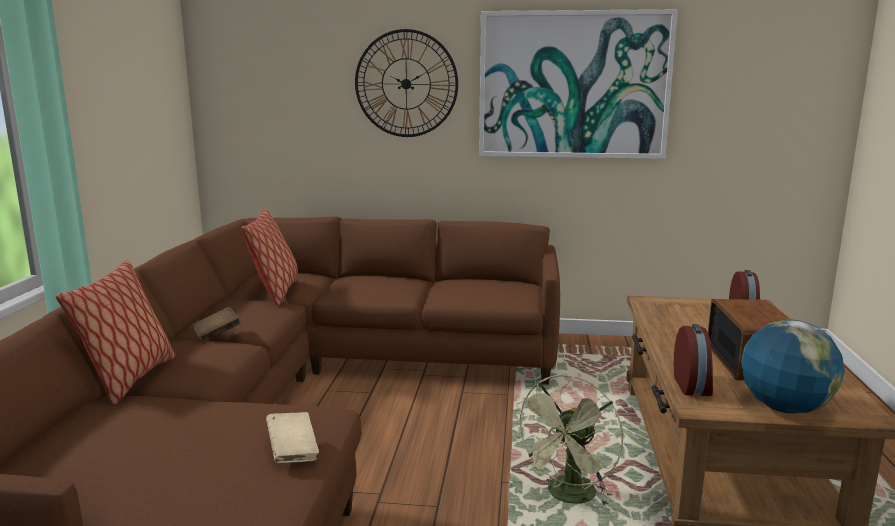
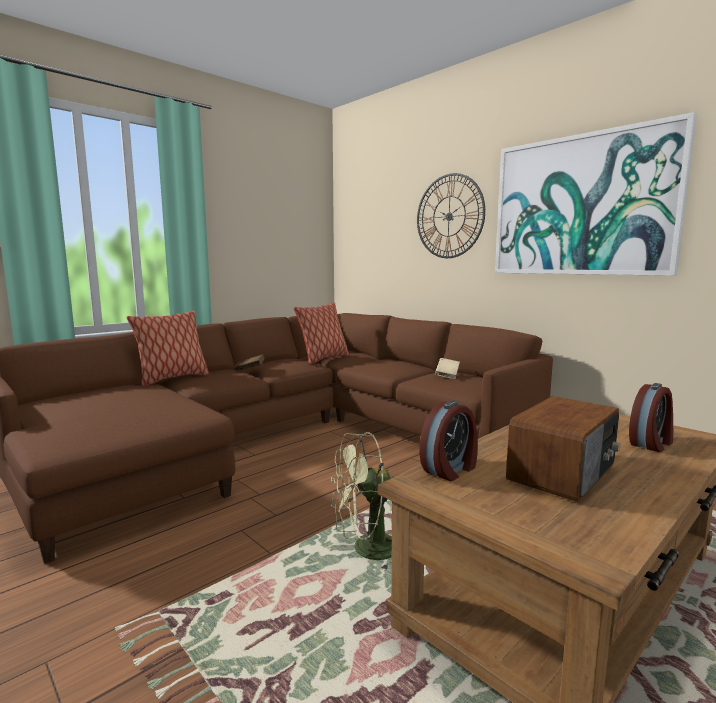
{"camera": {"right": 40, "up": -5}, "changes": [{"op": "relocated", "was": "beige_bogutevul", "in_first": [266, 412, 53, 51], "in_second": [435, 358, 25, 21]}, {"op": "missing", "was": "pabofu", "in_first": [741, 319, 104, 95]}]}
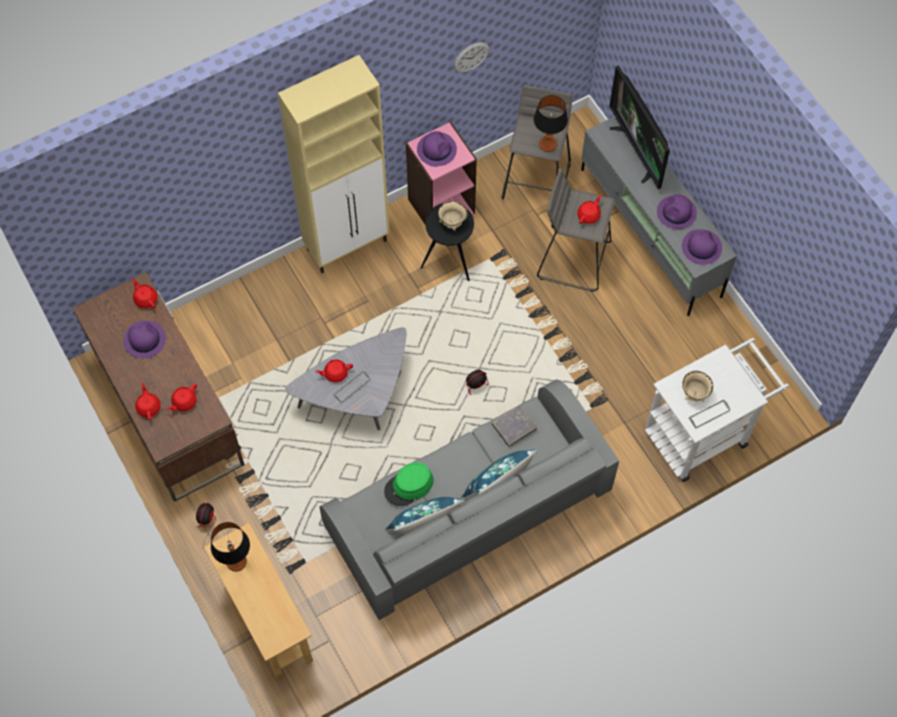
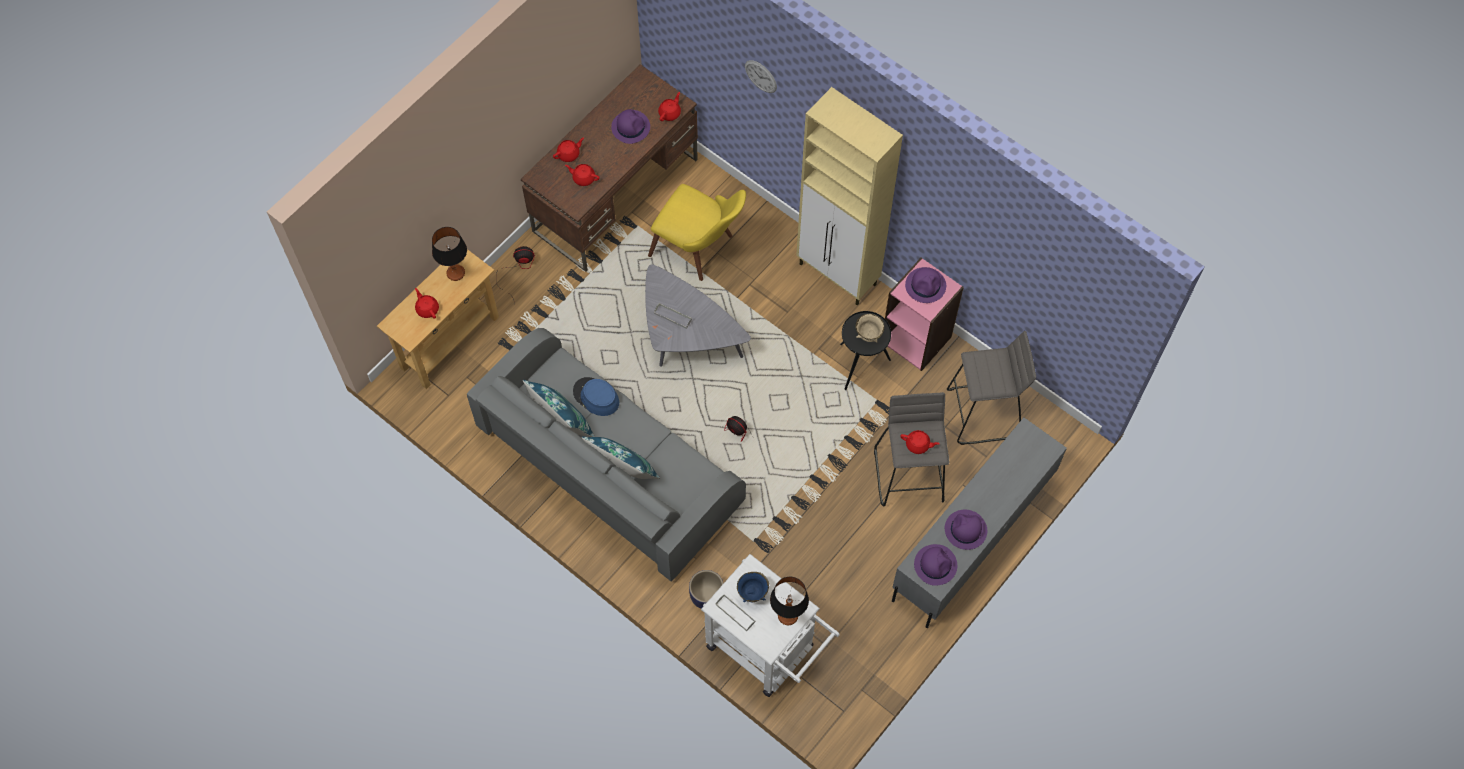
{"camera": {"right": 70, "up": 0}, "changes": [{"op": "relocated", "was": "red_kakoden", "in_first": [315, 359, 38, 24], "in_second": [415, 288, 24, 31]}, {"op": "colour", "was": "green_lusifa", "now": "blue_lusifa", "in_first": [384, 462, 50, 44], "in_second": [573, 377, 46, 39]}, {"op": "appeared", "now": "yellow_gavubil", "in_second": [648, 184, 98, 97]}, {"op": "appeared", "now": "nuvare", "in_second": [689, 570, 34, 39]}, {"op": "colour", "was": "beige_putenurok", "now": "blue_putenurok", "in_first": [682, 371, 31, 31], "in_second": [737, 572, 32, 30]}, {"op": "relocated", "was": "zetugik", "in_first": [454, 42, 35, 31], "in_second": [745, 60, 32, 33]}, {"op": "relocated", "was": "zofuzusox", "in_first": [533, 95, 35, 57], "in_second": [770, 577, 39, 48]}, {"op": "missing", "was": "grey_bogutevul", "in_first": [492, 405, 45, 42]}, {"op": "missing", "was": "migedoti", "in_first": [609, 66, 61, 123]}]}
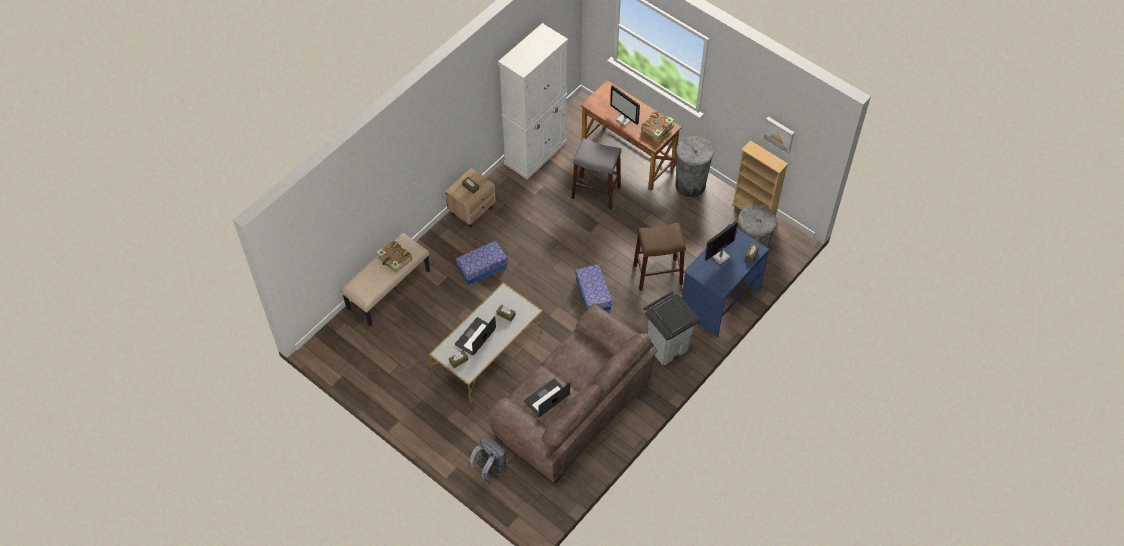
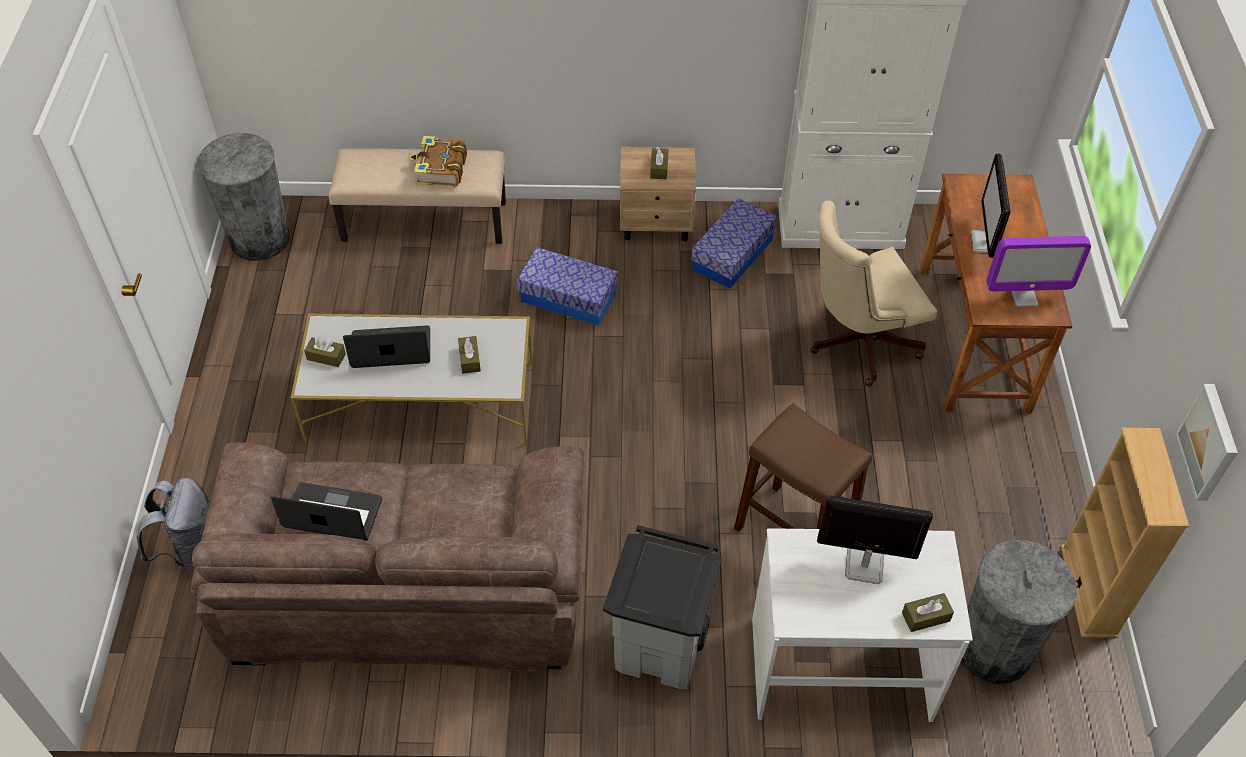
{"camera": {"right": 50, "up": -5}, "changes": [{"op": "relocated", "was": "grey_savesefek", "in_first": [675, 136, 39, 62], "in_second": [198, 133, 92, 128]}, {"op": "relocated", "was": "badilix", "in_first": [575, 264, 37, 47], "in_second": [691, 198, 86, 91]}, {"op": "colour", "was": "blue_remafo", "now": "white_remafo", "in_first": [682, 223, 87, 114], "in_second": [752, 528, 221, 194]}, {"op": "exchanged", "was": "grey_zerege", "now": "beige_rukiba", "in_first": [571, 138, 50, 71], "in_second": [810, 200, 127, 186]}, {"op": "exchanged", "was": "bogutevul", "now": "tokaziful", "in_first": [641, 111, 33, 31], "in_second": [986, 236, 105, 71]}]}
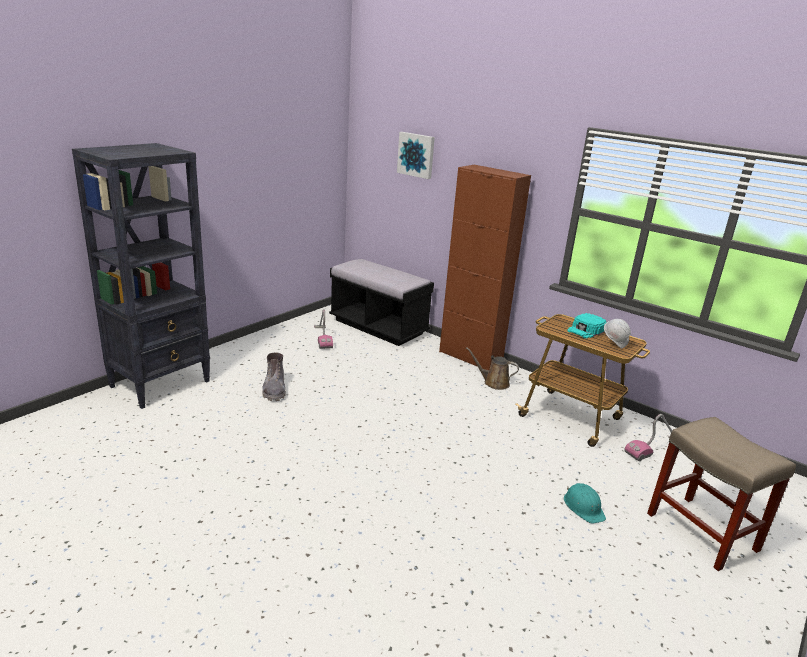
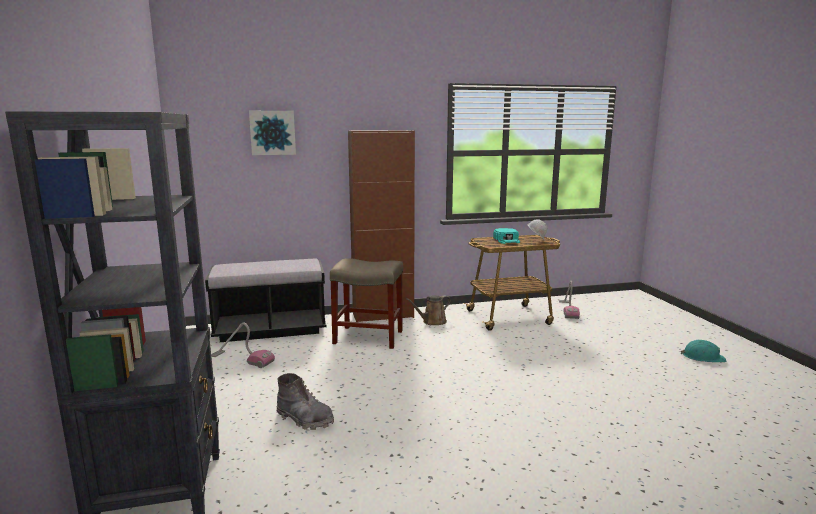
{"camera": {"right": -50, "up": -10}, "changes": [{"op": "relocated", "was": "beige_zerege", "in_first": [647, 417, 149, 154], "in_second": [330, 258, 73, 91]}, {"op": "relocated", "was": "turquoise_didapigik", "in_first": [564, 483, 42, 41], "in_second": [681, 340, 45, 22]}]}
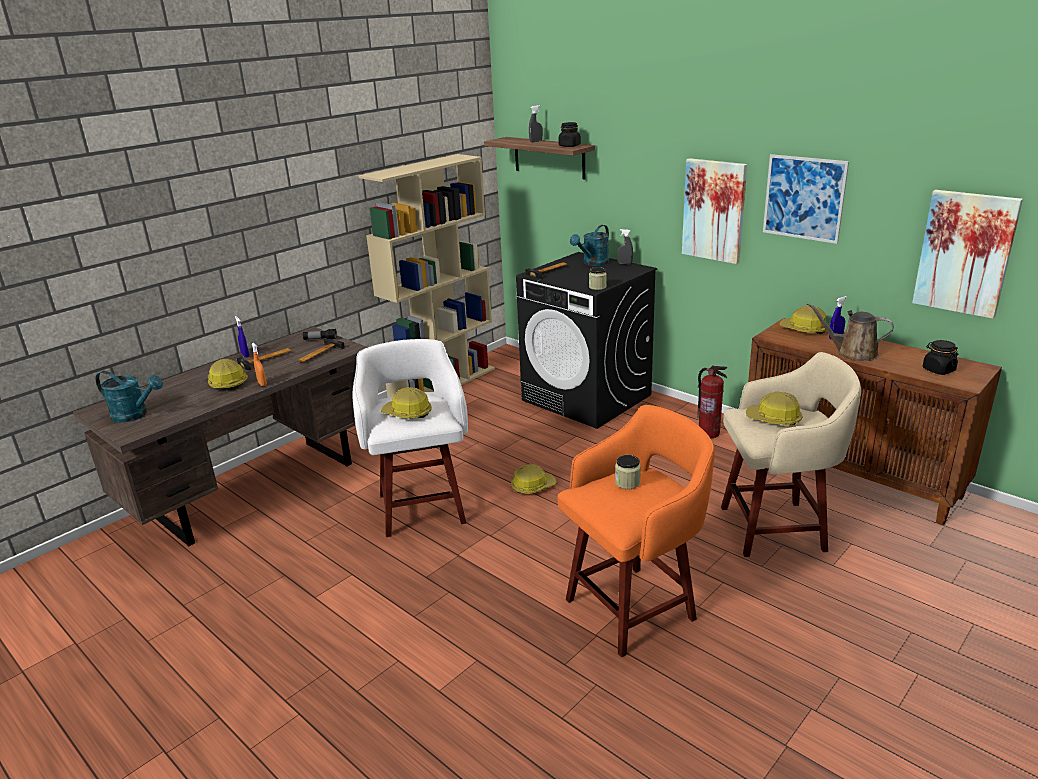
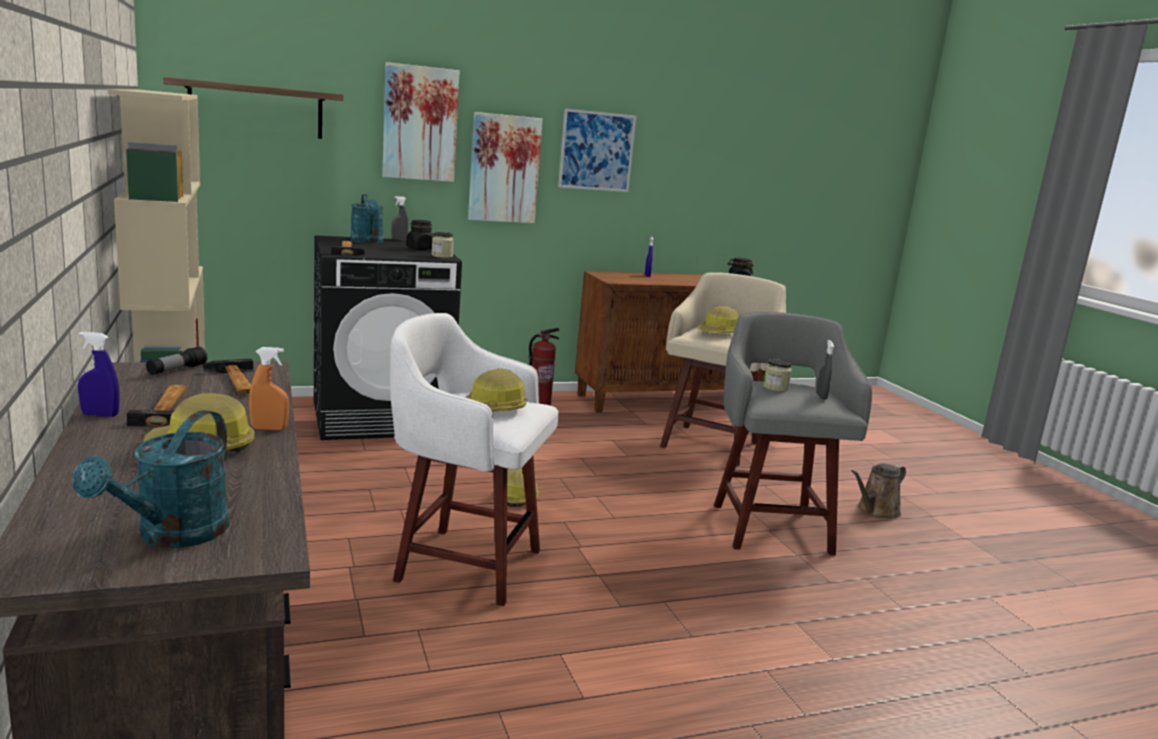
{"camera": {"right": -65, "up": -10}, "changes": [{"op": "spun", "was": "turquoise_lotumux", "in_first": [95, 371, 68, 52], "in_second": [72, 410, 157, 138], "clockwise": 150}, {"op": "relocated", "was": "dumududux", "in_first": [912, 190, 111, 129], "in_second": [382, 62, 78, 120]}, {"op": "relocated", "was": "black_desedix", "in_first": [559, 122, 22, 25], "in_second": [406, 220, 28, 30]}, {"op": "colour", "was": "orange_zerege", "now": "grey_zerege", "in_first": [557, 405, 158, 252], "in_second": [714, 312, 158, 243]}, {"op": "relocated", "was": "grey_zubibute", "in_first": [529, 105, 14, 37], "in_second": [816, 340, 18, 60]}, {"op": "relocated", "was": "brown_lotumux", "in_first": [807, 302, 87, 59], "in_second": [851, 463, 55, 55]}, {"op": "missing", "was": "didapigik", "in_first": [779, 306, 47, 28]}]}
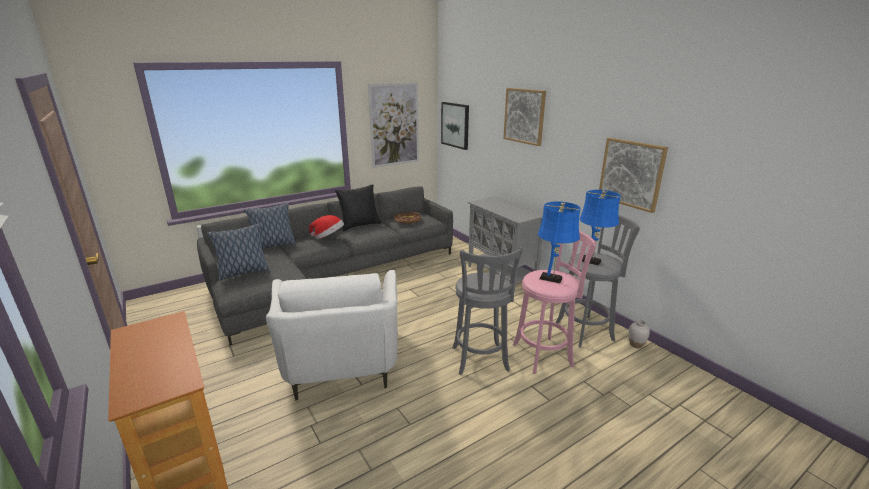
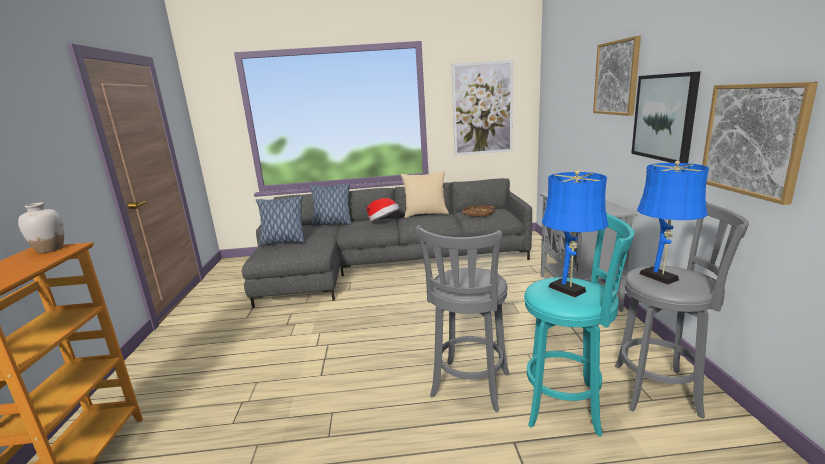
{"camera": {"right": 30, "up": -5}, "changes": [{"op": "relocated", "was": "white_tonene", "in_first": [628, 320, 22, 28], "in_second": [18, 203, 46, 50]}, {"op": "colour", "was": "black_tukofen", "now": "beige_tukofen", "in_first": [335, 184, 46, 47], "in_second": [401, 171, 48, 47]}, {"op": "colour", "was": "pink_zerege", "now": "turquoise_zerege", "in_first": [513, 231, 83, 143], "in_second": [524, 213, 111, 224]}, {"op": "relocated", "was": "dumududux", "in_first": [441, 102, 28, 48], "in_second": [631, 71, 70, 92]}, {"op": "missing", "was": "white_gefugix", "in_first": [266, 270, 132, 130]}]}
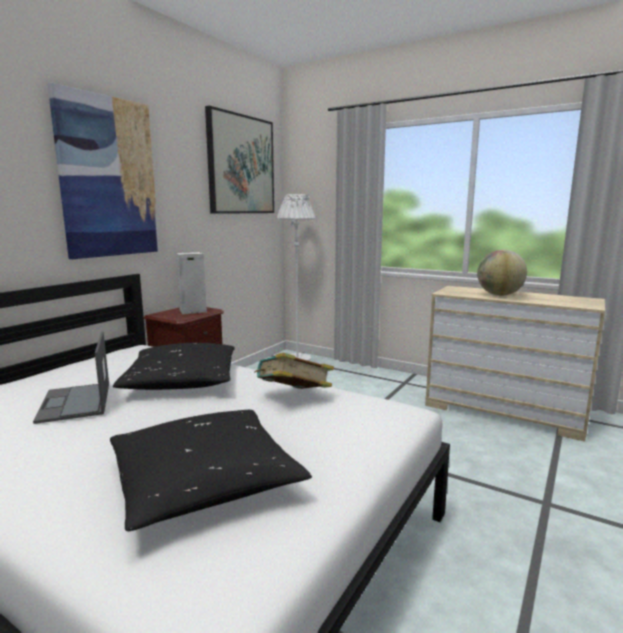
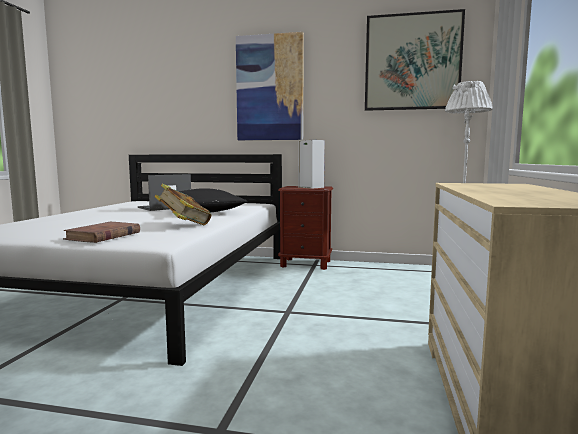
{"camera": {"right": 70, "up": -5}, "changes": [{"op": "appeared", "now": "brown_bogutevul", "in_second": [63, 222, 77, 21]}, {"op": "missing", "was": "black_tukofen", "in_first": [110, 410, 202, 121]}, {"op": "missing", "was": "pabofu", "in_first": [477, 250, 50, 46]}]}
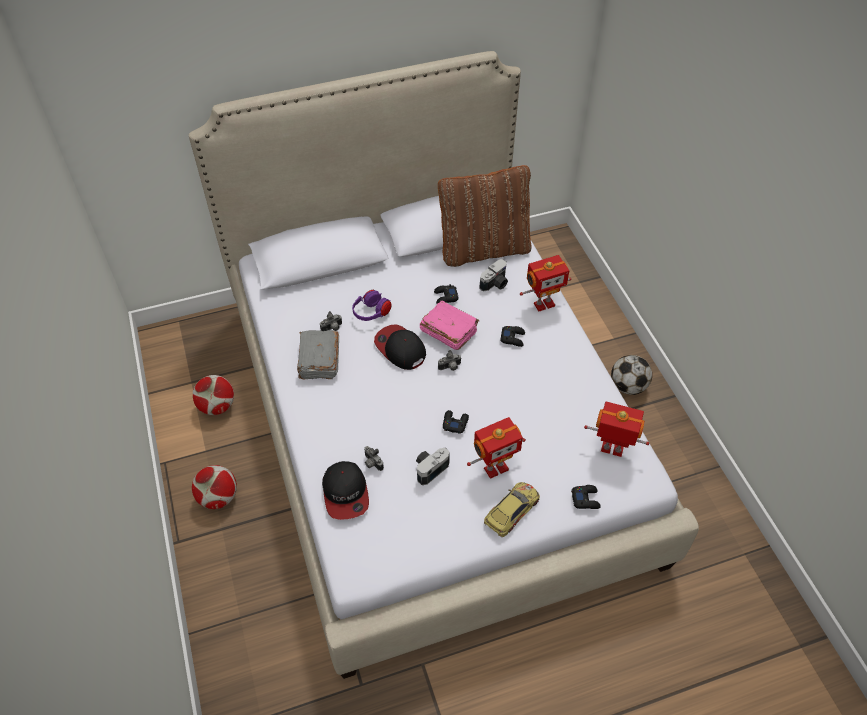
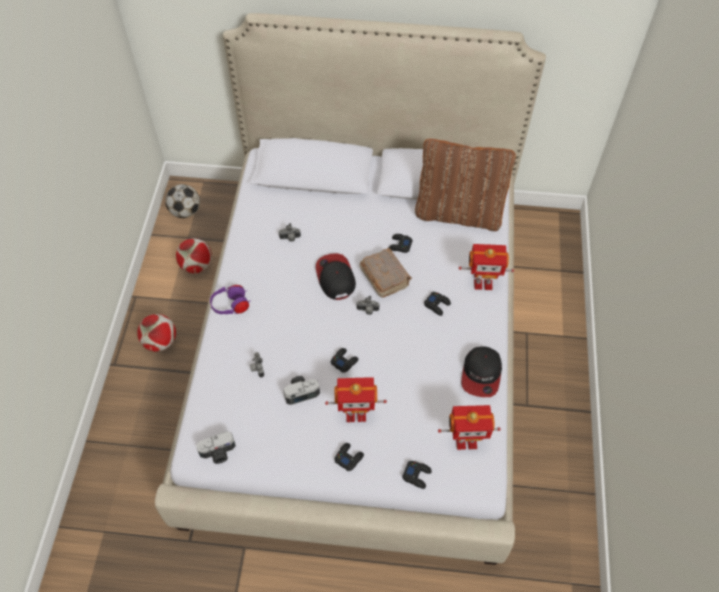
{"camera": {"right": 25, "up": 5}, "changes": [{"op": "relocated", "was": "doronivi", "in_first": [611, 355, 41, 40], "in_second": [165, 184, 35, 34]}, {"op": "relocated", "was": "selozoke", "in_first": [479, 259, 29, 32], "in_second": [196, 431, 40, 33]}, {"op": "relocated", "was": "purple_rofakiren", "in_first": [352, 290, 40, 31], "in_second": [210, 285, 40, 29]}, {"op": "exchanged", "was": "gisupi", "now": "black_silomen", "in_first": [484, 482, 56, 55], "in_second": [334, 443, 30, 28]}, {"op": "colour", "was": "pink_bogutevul", "now": "brown_bogutevul", "in_first": [420, 300, 59, 50], "in_second": [360, 248, 52, 50]}, {"op": "spun", "was": "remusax", "in_first": [584, 401, 65, 56], "in_second": [438, 405, 63, 45], "clockwise": 135}, {"op": "relocated", "was": "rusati", "in_first": [322, 461, 47, 59], "in_second": [461, 347, 41, 50]}, {"op": "missing", "was": "grey_bogutevul", "in_first": [297, 330, 42, 50]}]}
